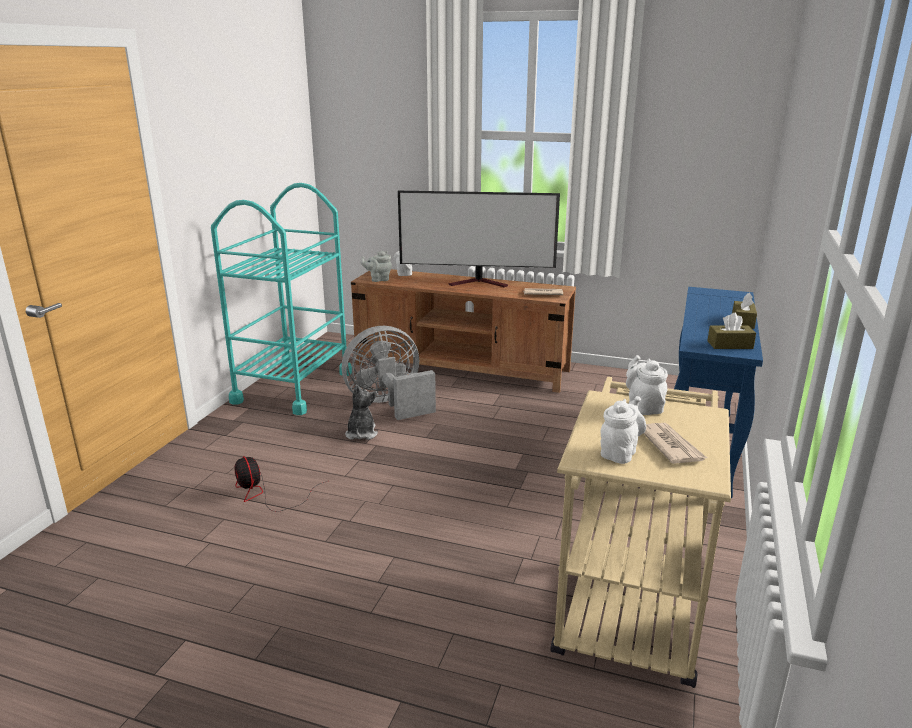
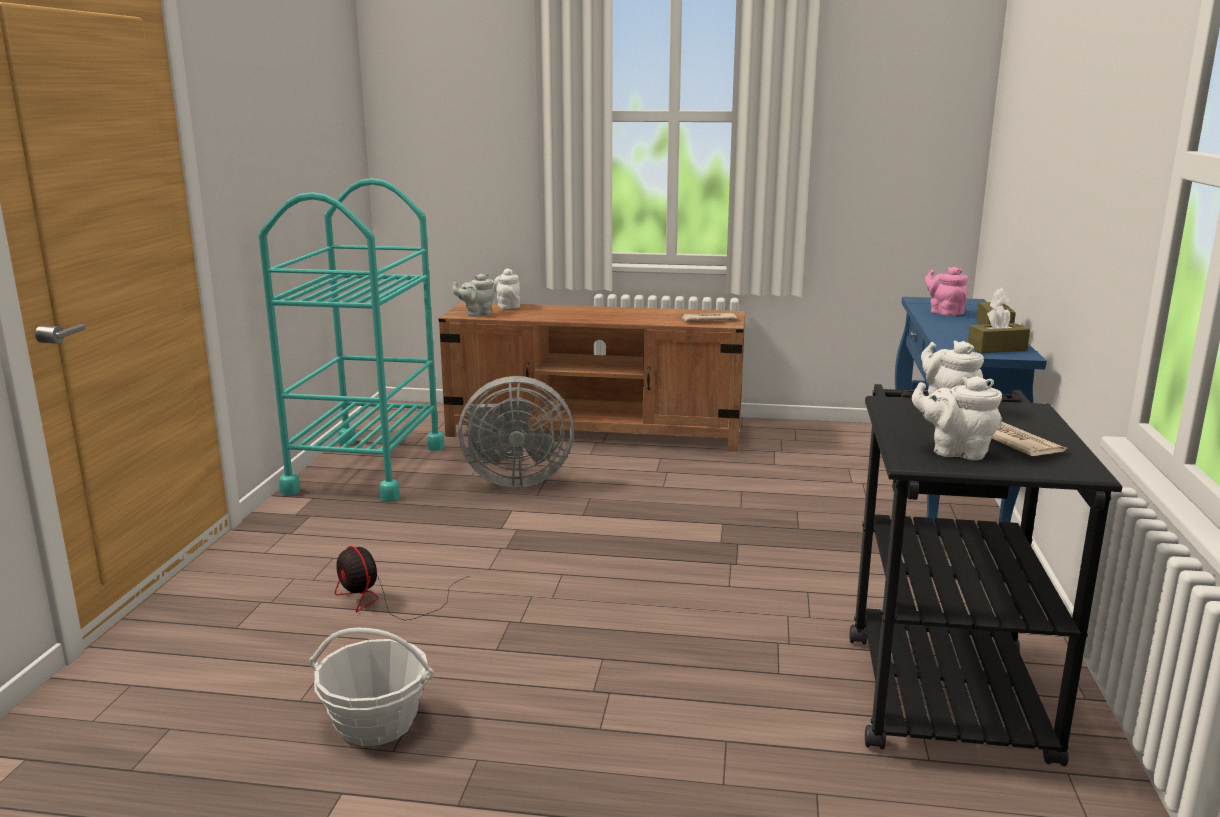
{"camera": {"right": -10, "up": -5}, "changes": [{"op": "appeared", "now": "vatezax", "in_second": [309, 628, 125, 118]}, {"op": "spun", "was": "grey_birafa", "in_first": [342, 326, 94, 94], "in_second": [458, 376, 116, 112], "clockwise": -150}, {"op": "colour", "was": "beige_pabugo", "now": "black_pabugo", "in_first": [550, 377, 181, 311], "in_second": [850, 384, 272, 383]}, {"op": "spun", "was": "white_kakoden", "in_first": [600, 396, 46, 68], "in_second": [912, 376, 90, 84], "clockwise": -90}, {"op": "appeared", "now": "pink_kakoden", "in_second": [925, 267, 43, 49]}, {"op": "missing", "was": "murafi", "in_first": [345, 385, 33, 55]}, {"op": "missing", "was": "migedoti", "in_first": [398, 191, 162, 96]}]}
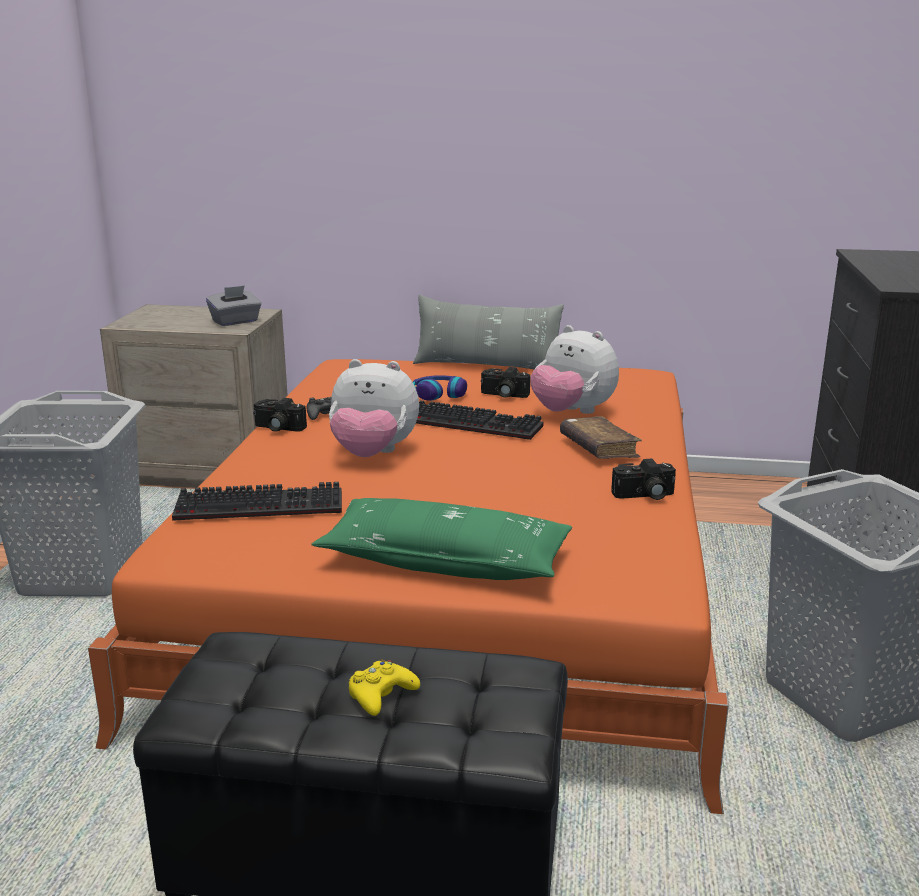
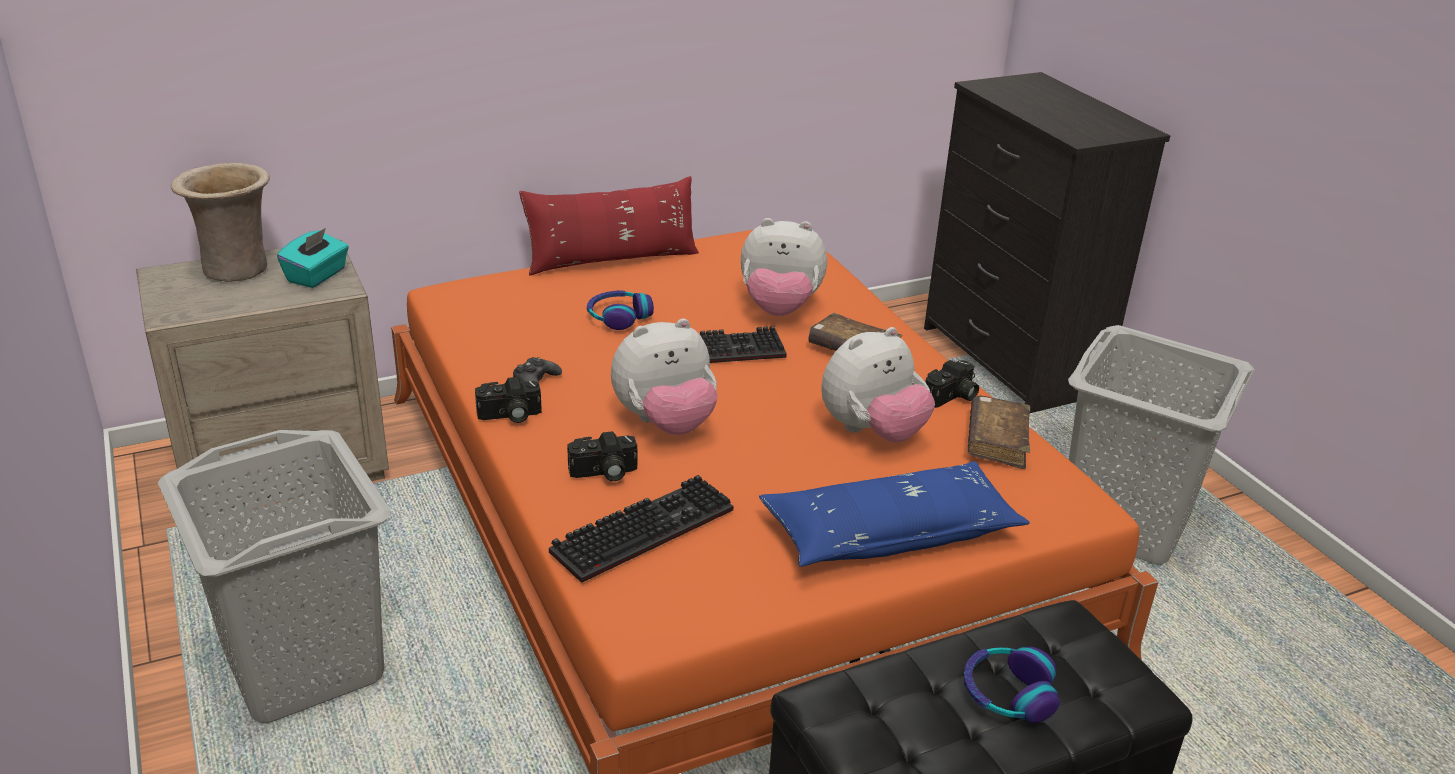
{"camera": {"right": -35, "up": 10}, "changes": [{"op": "appeared", "now": "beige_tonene", "in_second": [171, 163, 99, 119]}, {"op": "colour", "was": "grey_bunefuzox", "now": "turquoise_bunefuzox", "in_first": [206, 285, 55, 41], "in_second": [277, 228, 72, 60]}, {"op": "colour", "was": "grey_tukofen", "now": "red_tukofen", "in_first": [413, 295, 151, 74], "in_second": [519, 176, 180, 100]}, {"op": "relocated", "was": "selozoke", "in_first": [481, 367, 49, 31], "in_second": [567, 431, 70, 50]}, {"op": "colour", "was": "green_tukofen", "now": "blue_tukofen", "in_first": [312, 498, 260, 82], "in_second": [759, 461, 271, 106]}, {"op": "appeared", "now": "murafi", "in_second": [821, 327, 114, 116]}, {"op": "exchanged", "was": "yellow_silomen", "now": "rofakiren", "in_first": [349, 659, 71, 57], "in_second": [964, 647, 96, 76]}, {"op": "appeared", "now": "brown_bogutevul", "in_second": [968, 395, 62, 75]}]}
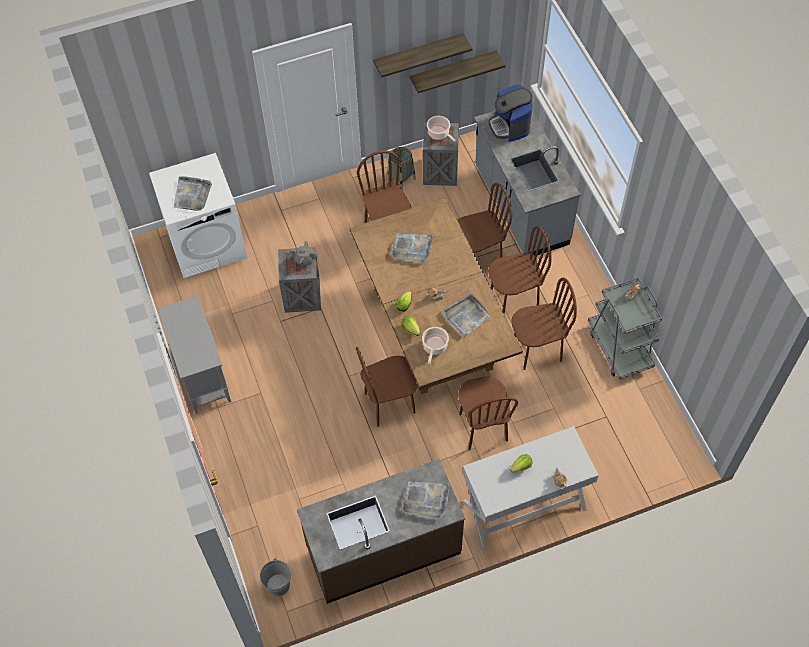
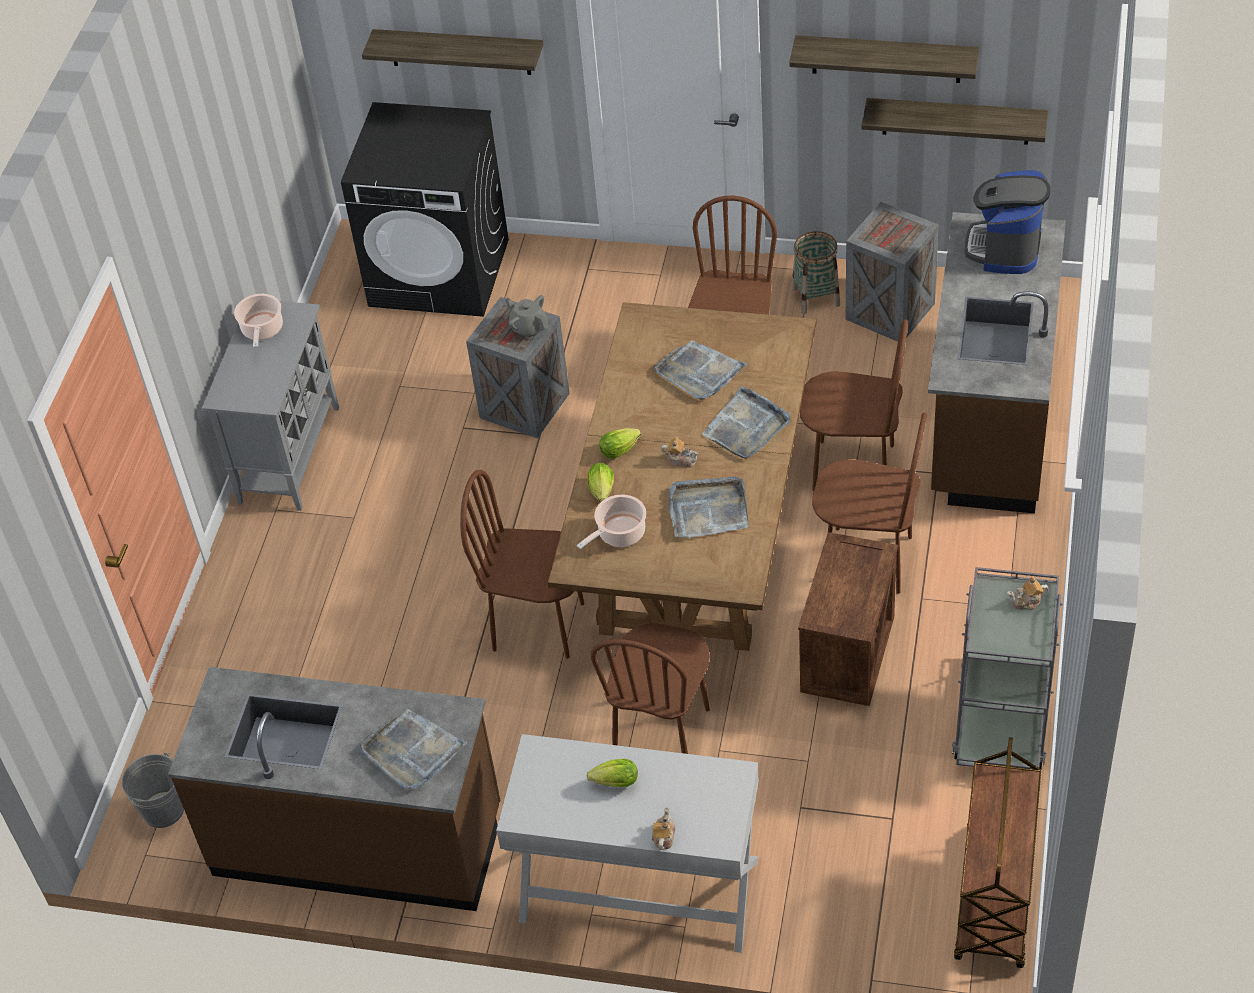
{"camera": {"right": 35, "up": -10}, "changes": [{"op": "relocated", "was": "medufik", "in_first": [427, 116, 29, 26], "in_second": [234, 294, 49, 54]}, {"op": "colour", "was": "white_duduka", "now": "black_duduka", "in_first": [149, 153, 98, 125], "in_second": [341, 102, 168, 215]}, {"op": "appeared", "now": "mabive", "in_second": [362, 29, 181, 46]}, {"op": "relocated", "was": "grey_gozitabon", "in_first": [174, 176, 38, 35], "in_second": [702, 386, 89, 73]}, {"op": "exchanged", "was": "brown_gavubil", "now": "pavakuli", "in_first": [511, 277, 66, 93], "in_second": [798, 532, 100, 174]}, {"op": "colour", "was": "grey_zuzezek", "now": "brown_zuzezek", "in_first": [474, 111, 106, 144], "in_second": [928, 212, 138, 301]}, {"op": "appeared", "now": "brown_pabugo", "in_second": [954, 737, 87, 231]}]}
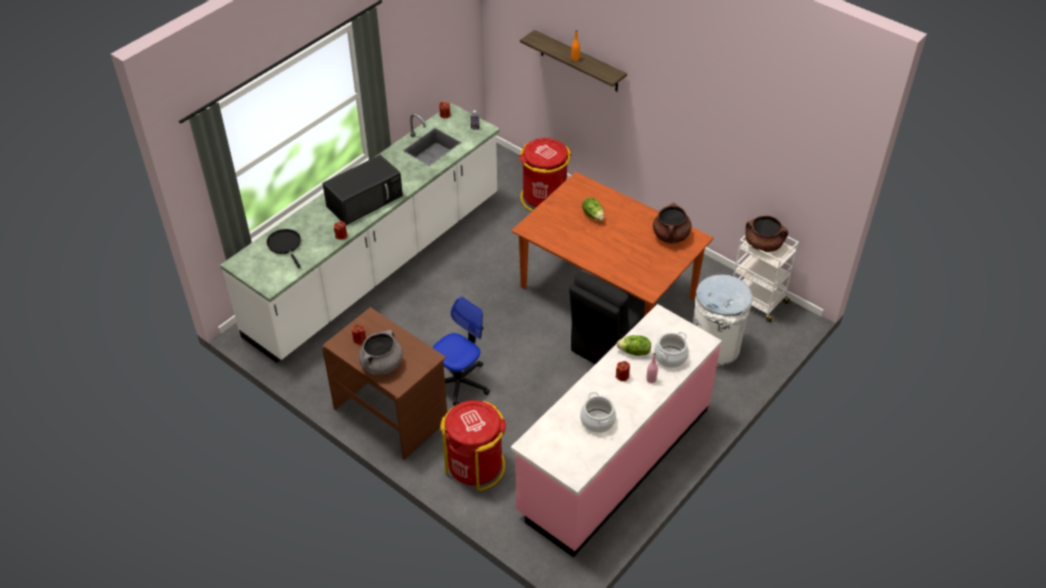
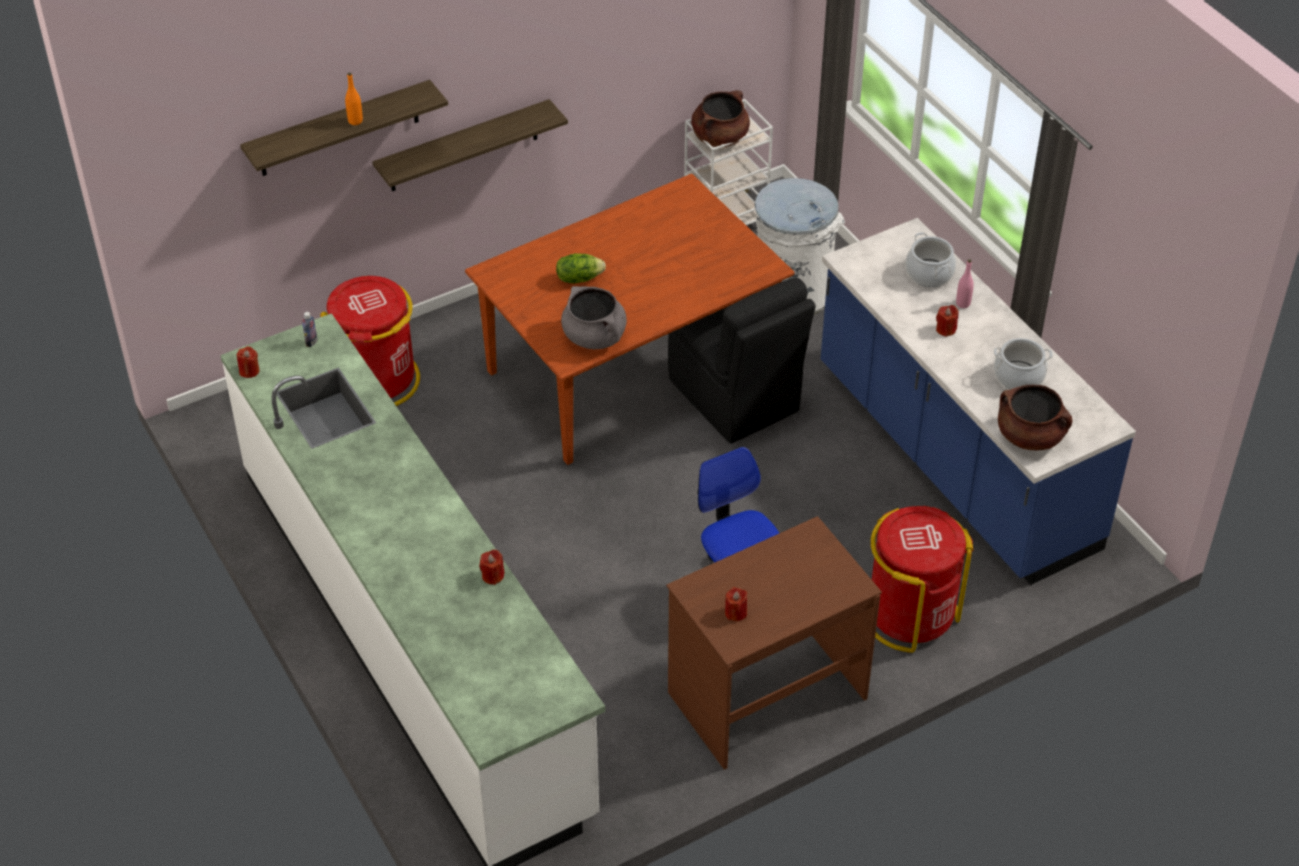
{"camera": {"right": -70, "up": 0}, "changes": [{"op": "appeared", "now": "mabive", "in_second": [373, 99, 195, 92]}, {"op": "relocated", "was": "grey_medufik", "in_first": [359, 330, 44, 45], "in_second": [561, 286, 66, 63]}, {"op": "colour", "was": "pink_zuzezek", "now": "blue_zuzezek", "in_first": [511, 304, 211, 254], "in_second": [821, 218, 315, 367]}, {"op": "relocated", "was": "brown_medufik", "in_first": [653, 203, 39, 41], "in_second": [998, 385, 74, 65]}, {"op": "missing", "was": "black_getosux", "in_first": [266, 229, 35, 39]}, {"op": "missing", "was": "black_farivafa", "in_first": [322, 155, 81, 70]}, {"op": "missing", "was": "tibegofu", "in_first": [617, 335, 34, 21]}]}
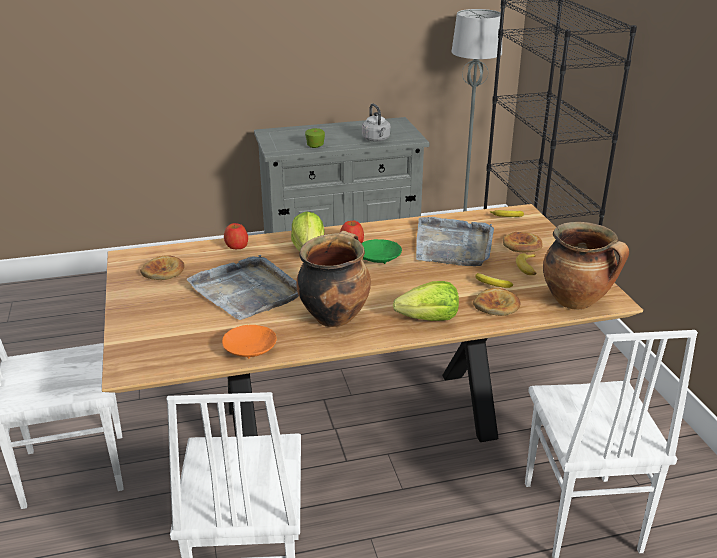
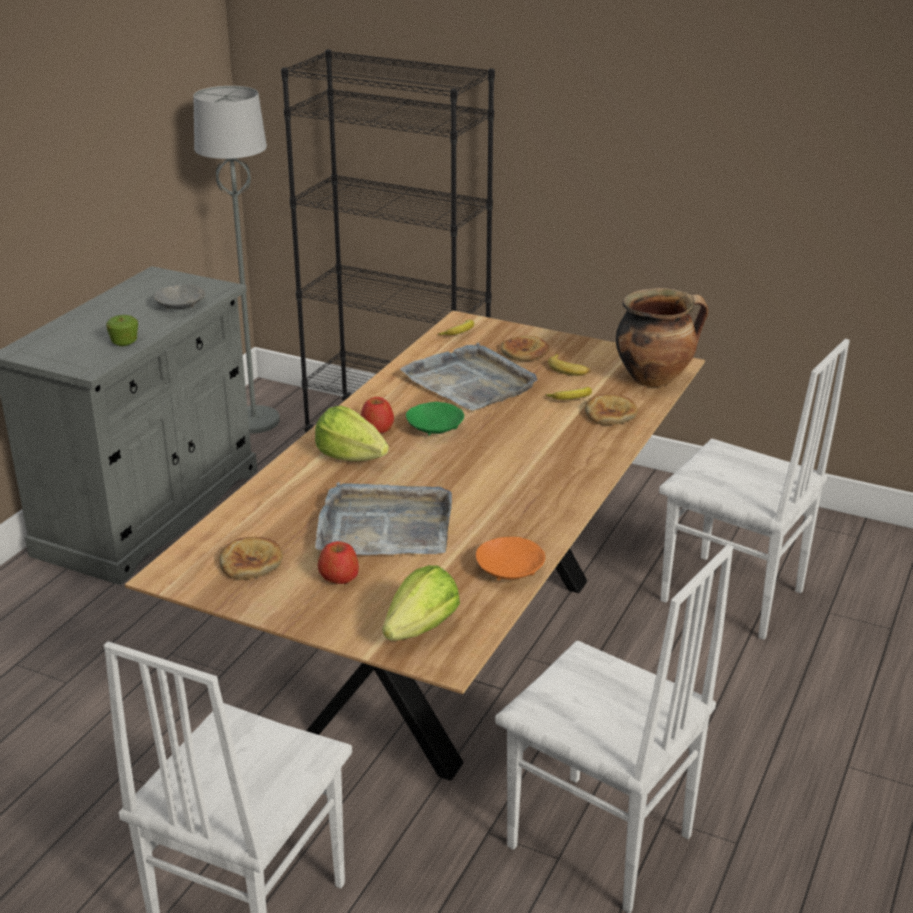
{"camera": {"right": -50, "up": 0}, "changes": [{"op": "exchanged", "was": "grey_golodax", "now": "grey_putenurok", "in_first": [362, 104, 28, 38], "in_second": [154, 285, 51, 25]}, {"op": "relocated", "was": "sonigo", "in_first": [224, 223, 24, 26], "in_second": [318, 541, 41, 43]}, {"op": "relocated", "was": "tibegofu", "in_first": [393, 281, 66, 40], "in_second": [382, 565, 78, 76]}, {"op": "missing", "was": "medufik", "in_first": [296, 231, 75, 96]}]}
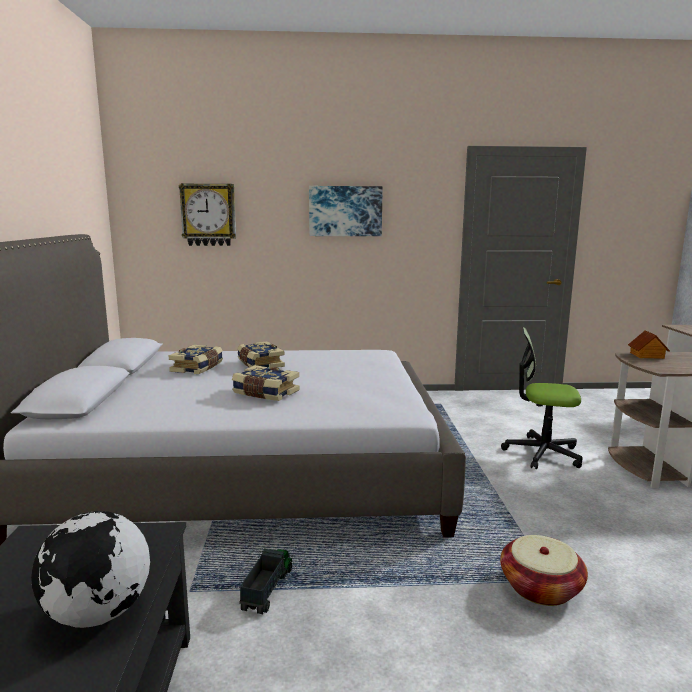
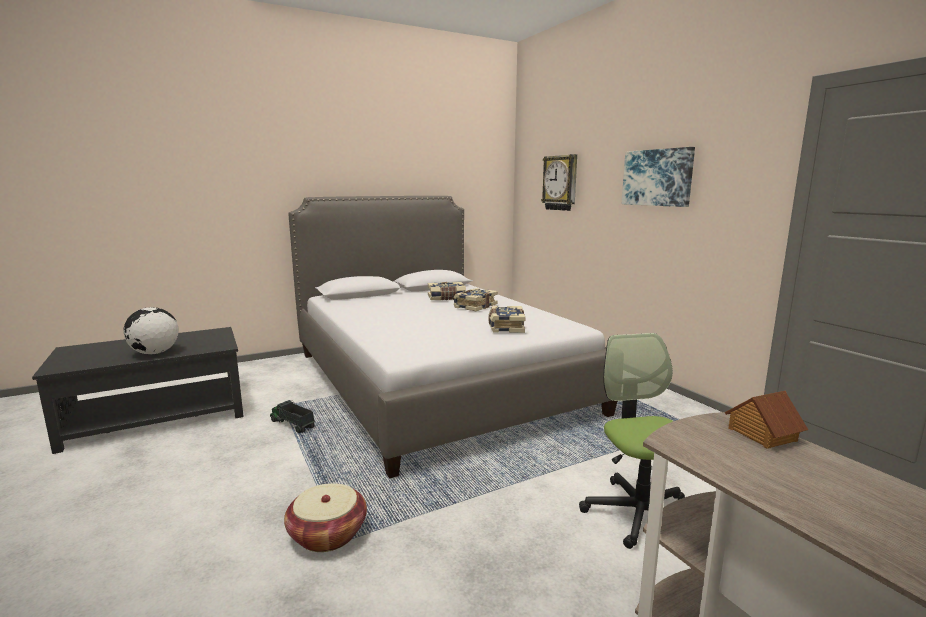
{"camera": {"right": 65, "up": 0}, "changes": [{"op": "spun", "was": "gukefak", "in_first": [239, 549, 53, 65], "in_second": [270, 400, 45, 33], "clockwise": -135}, {"op": "relocated", "was": "bogutevul", "in_first": [232, 365, 68, 36], "in_second": [488, 306, 37, 27]}]}
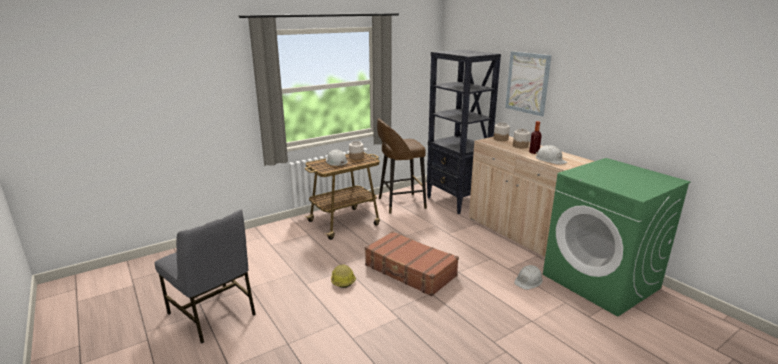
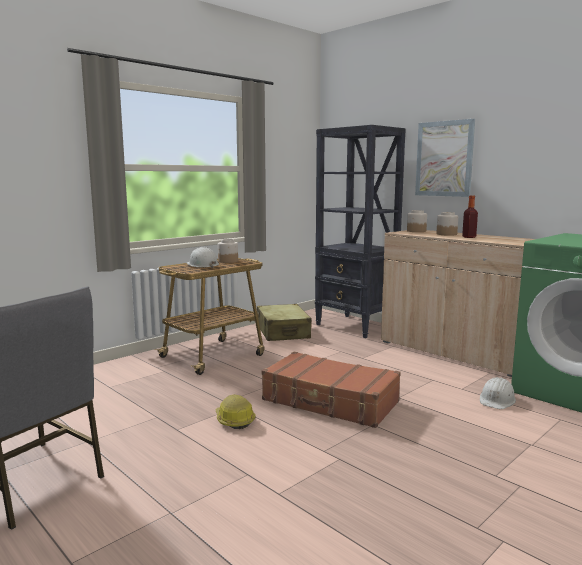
{"camera": {"right": -10, "up": -10}, "changes": [{"op": "exchanged", "was": "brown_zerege", "now": "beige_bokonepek", "in_first": [377, 118, 50, 96], "in_second": [257, 304, 54, 37]}, {"op": "missing", "was": "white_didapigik", "in_first": [536, 145, 31, 19]}]}
